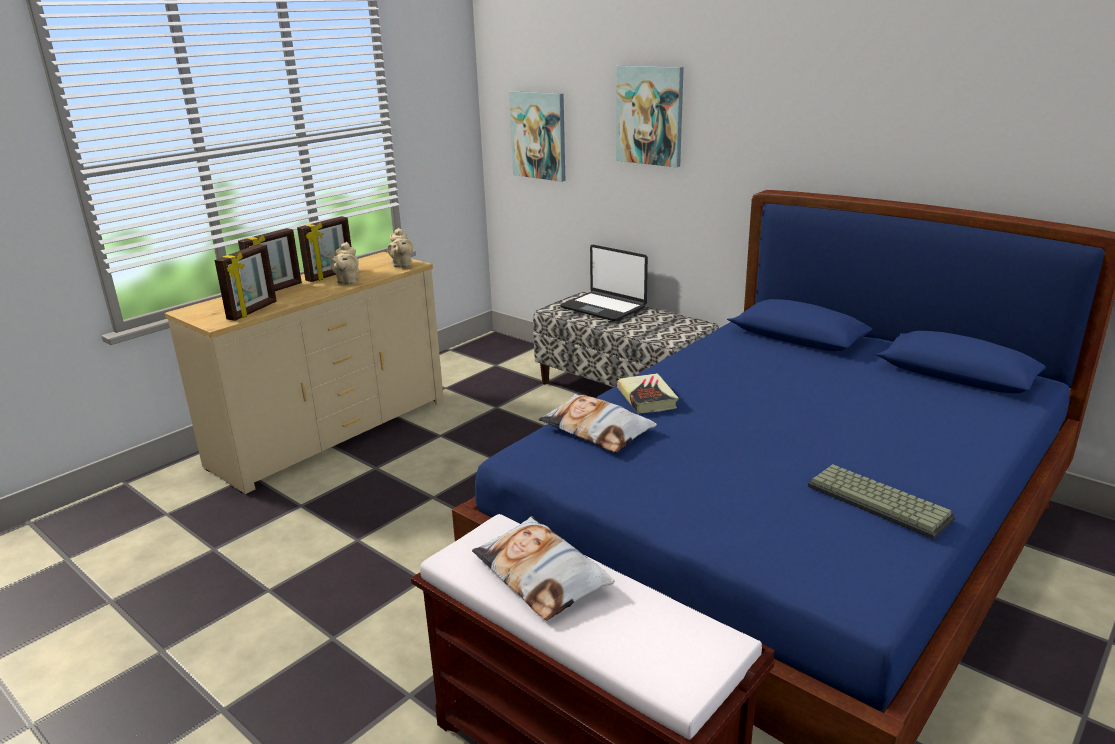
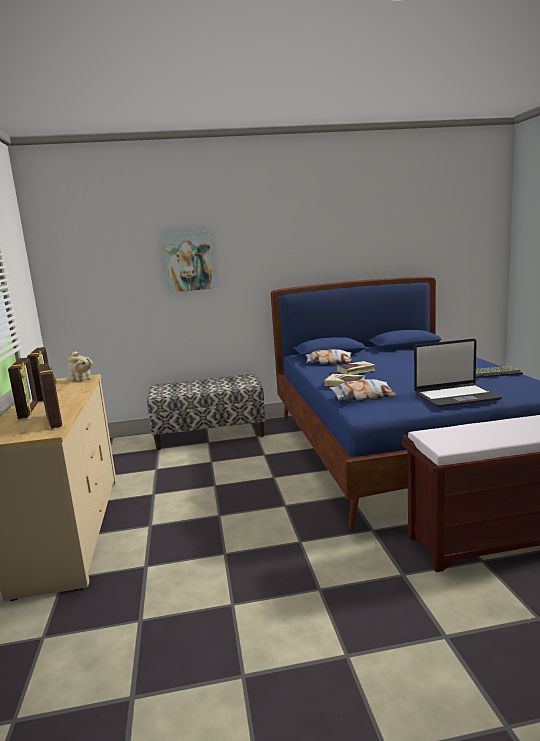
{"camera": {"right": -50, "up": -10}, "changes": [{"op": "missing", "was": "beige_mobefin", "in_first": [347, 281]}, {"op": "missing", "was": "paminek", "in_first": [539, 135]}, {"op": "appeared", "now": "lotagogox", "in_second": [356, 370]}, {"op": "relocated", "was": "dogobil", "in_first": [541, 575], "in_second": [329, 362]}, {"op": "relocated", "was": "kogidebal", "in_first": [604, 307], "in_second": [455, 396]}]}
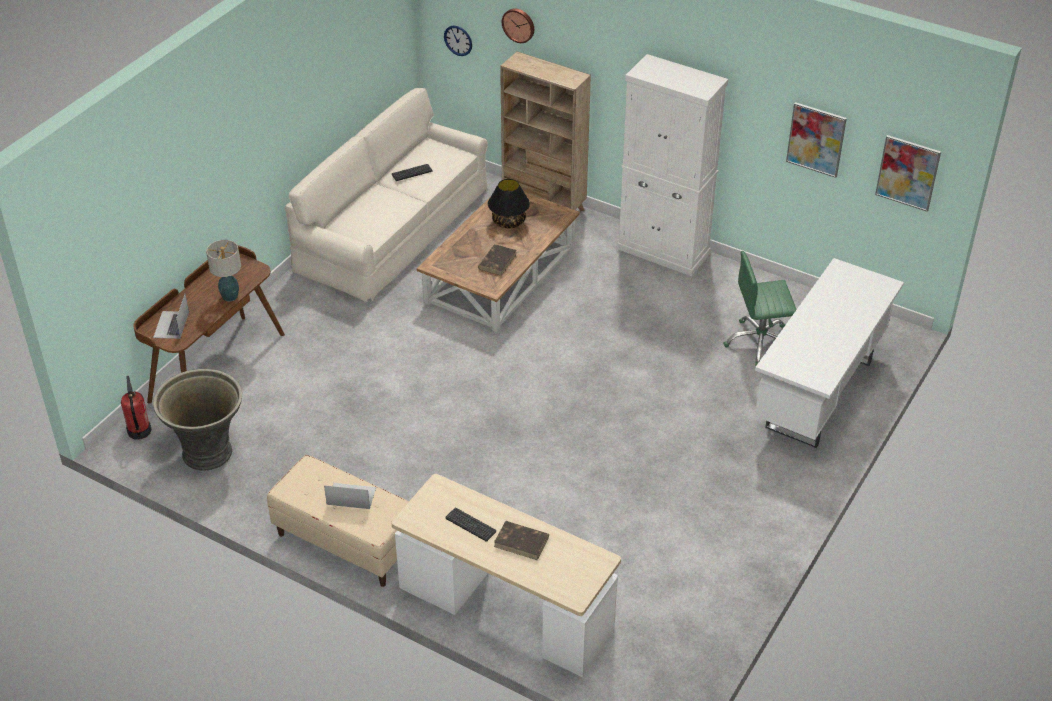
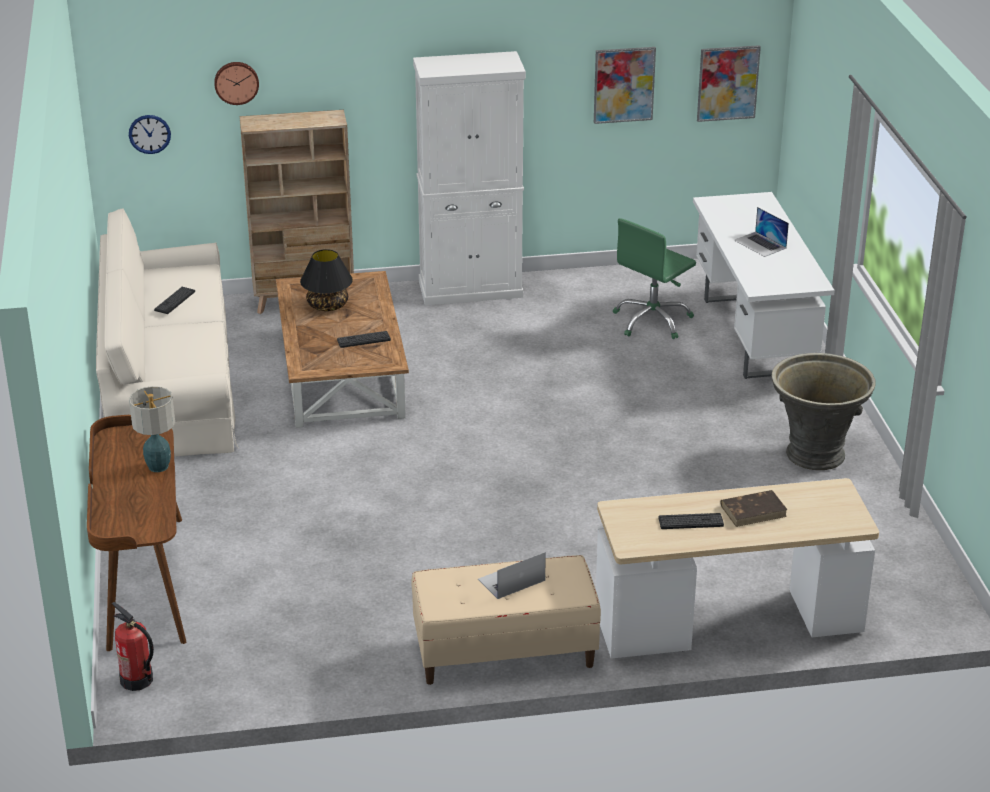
{"camera": {"right": -40, "up": -10}, "changes": [{"op": "relocated", "was": "kogidebal", "in_first": [171, 325], "in_second": [760, 244]}, {"op": "relocated", "was": "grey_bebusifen", "in_first": [208, 452], "in_second": [815, 454]}, {"op": "exchanged", "was": "brown_lotagogox", "now": "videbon", "in_first": [497, 261], "in_second": [363, 340]}]}
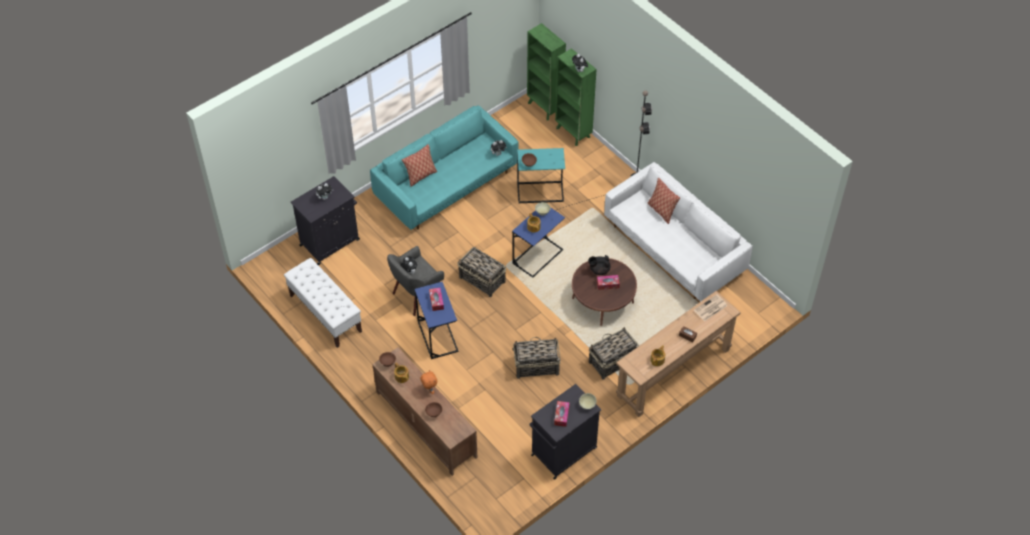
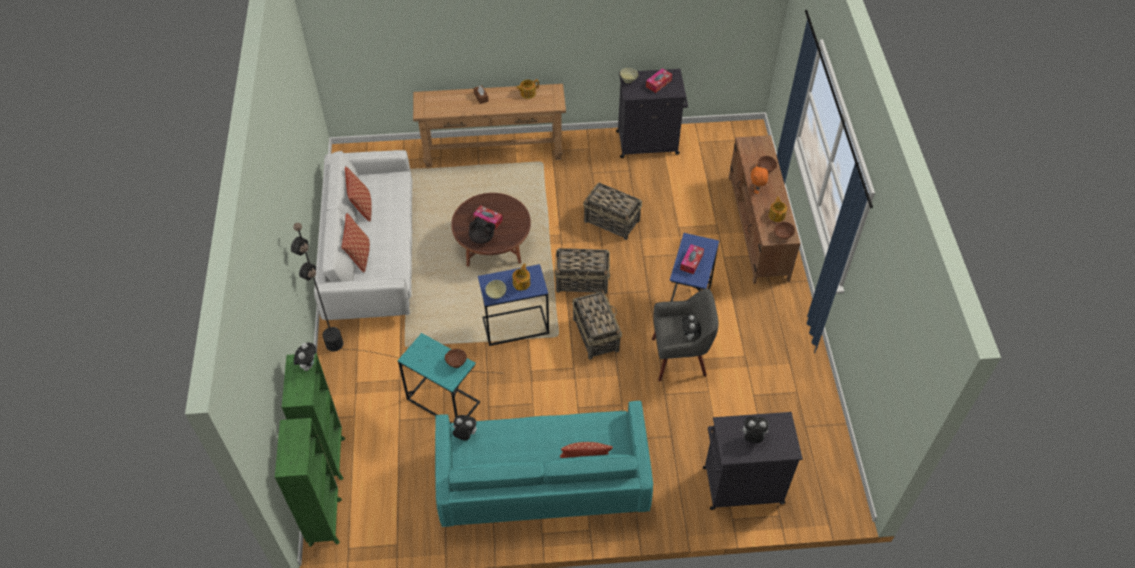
{"camera": {"right": -145, "up": 0}, "changes": [{"op": "missing", "was": "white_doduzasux", "in_first": [325, 313]}, {"op": "missing", "was": "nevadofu", "in_first": [710, 308]}, {"op": "appeared", "now": "dogobil", "in_second": [362, 207]}, {"op": "relocated", "was": "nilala", "in_first": [612, 361], "in_second": [582, 281]}]}
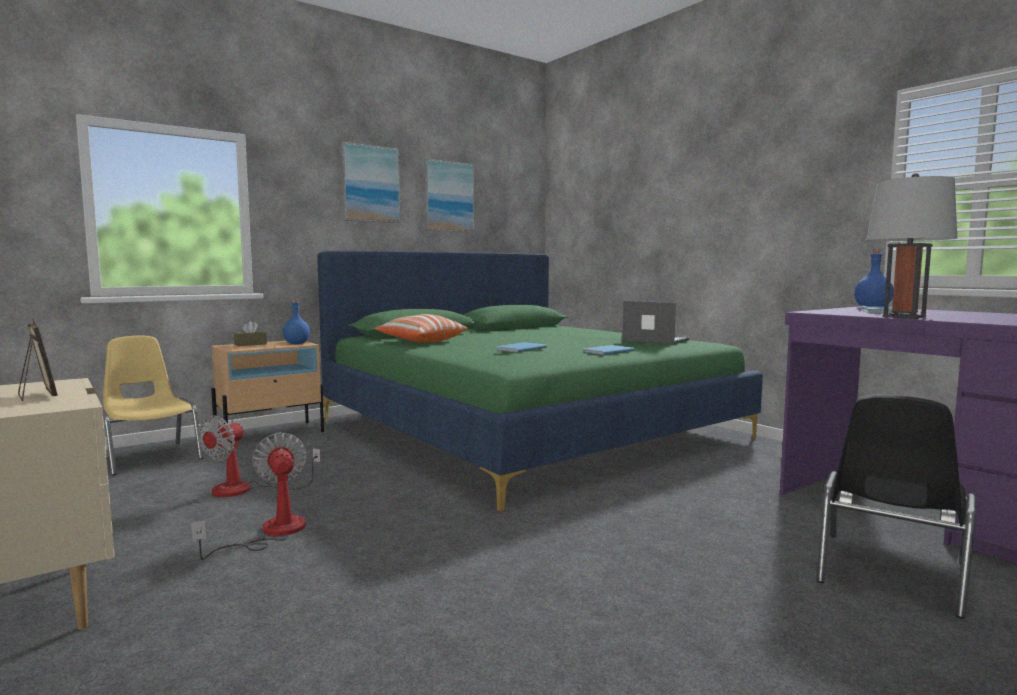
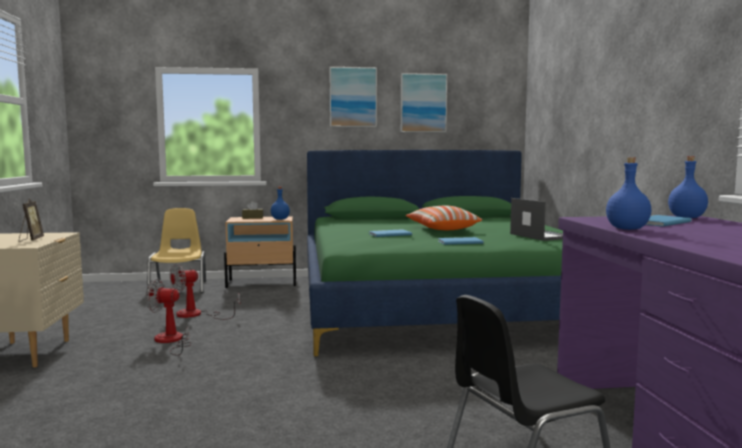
{"camera": {"right": 30, "up": 0}, "changes": [{"op": "relocated", "was": "dogobil", "in_first": [421, 341], "in_second": [442, 229]}, {"op": "exchanged", "was": "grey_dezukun", "now": "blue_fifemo", "in_first": [904, 317], "in_second": [627, 229]}, {"op": "spun", "was": "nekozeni", "in_first": [271, 533], "in_second": [171, 341], "clockwise": -90}]}
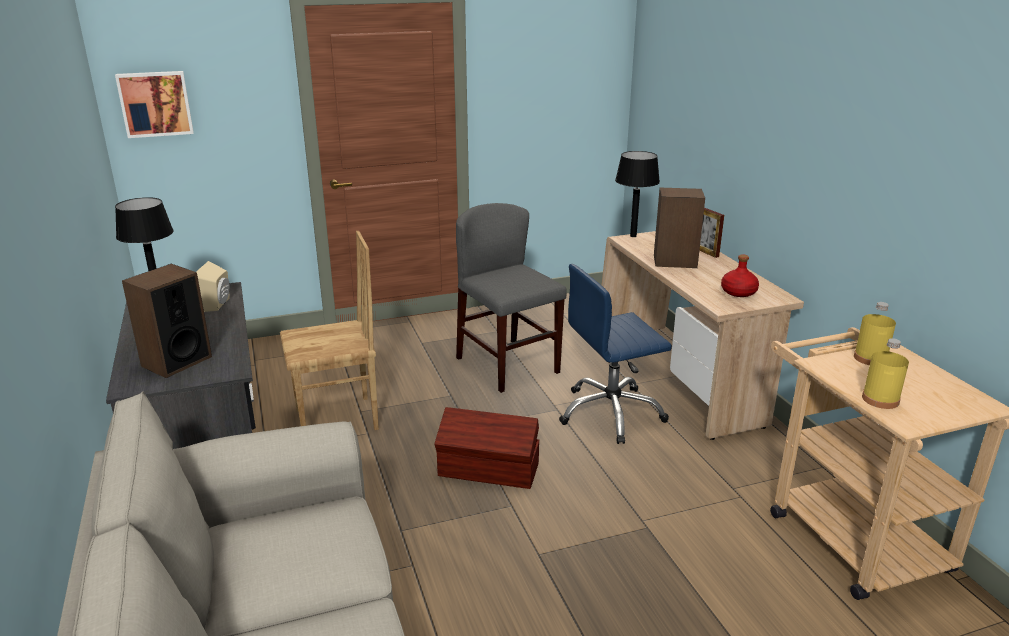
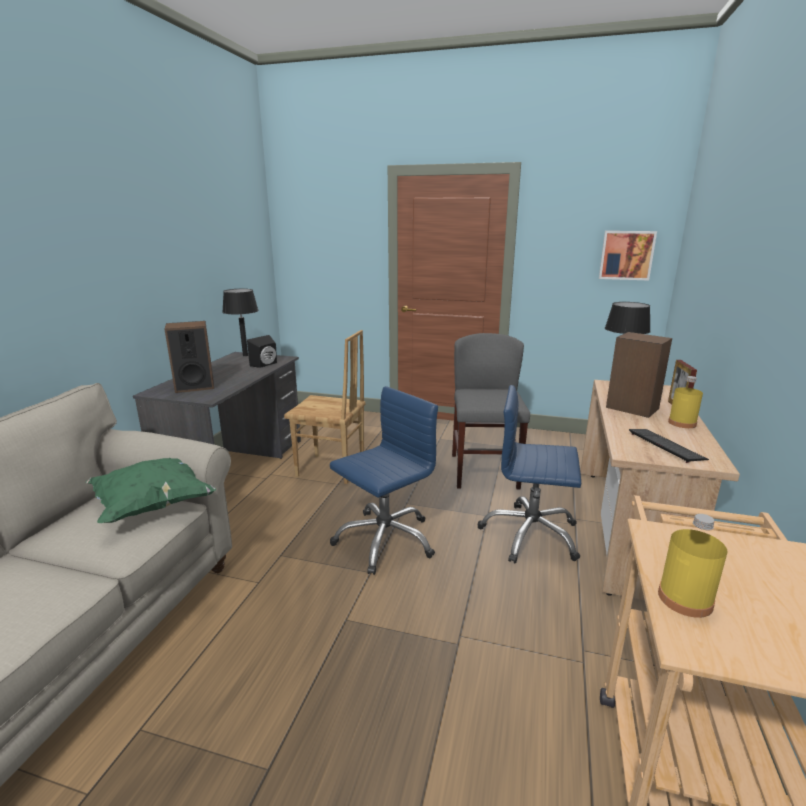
{"camera": {"right": 35, "up": -5}, "changes": [{"op": "appeared", "now": "green_dogobil", "in_second": [153, 505]}, {"op": "relocated", "was": "paminek", "in_first": [155, 103], "in_second": [626, 255]}, {"op": "relocated", "was": "yellow_fifemo", "in_first": [870, 358], "in_second": [682, 423]}, {"op": "exchanged", "was": "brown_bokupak", "now": "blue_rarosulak", "in_first": [489, 470], "in_second": [384, 540]}, {"op": "exchanged", "was": "red_fifemo", "now": "videbon", "in_first": [738, 292], "in_second": [665, 446]}, {"op": "colour", "was": "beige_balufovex", "now": "black_balufovex", "in_first": [218, 304], "in_second": [266, 365]}]}
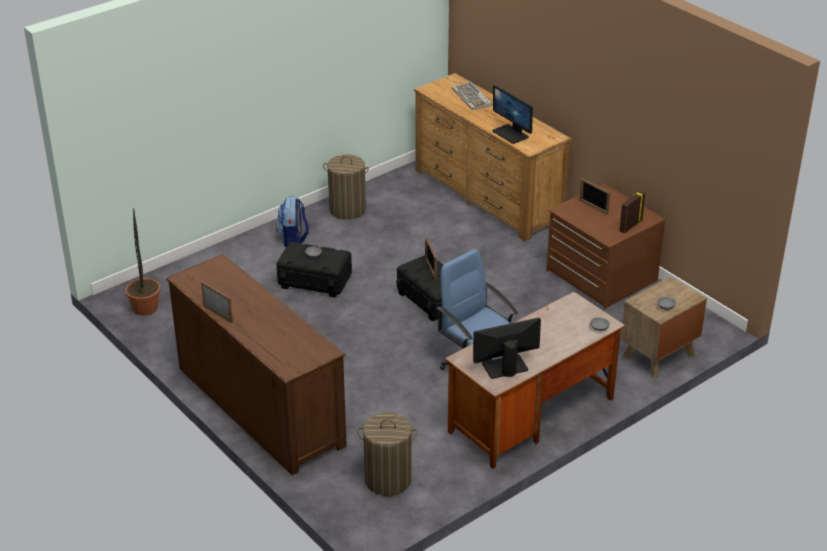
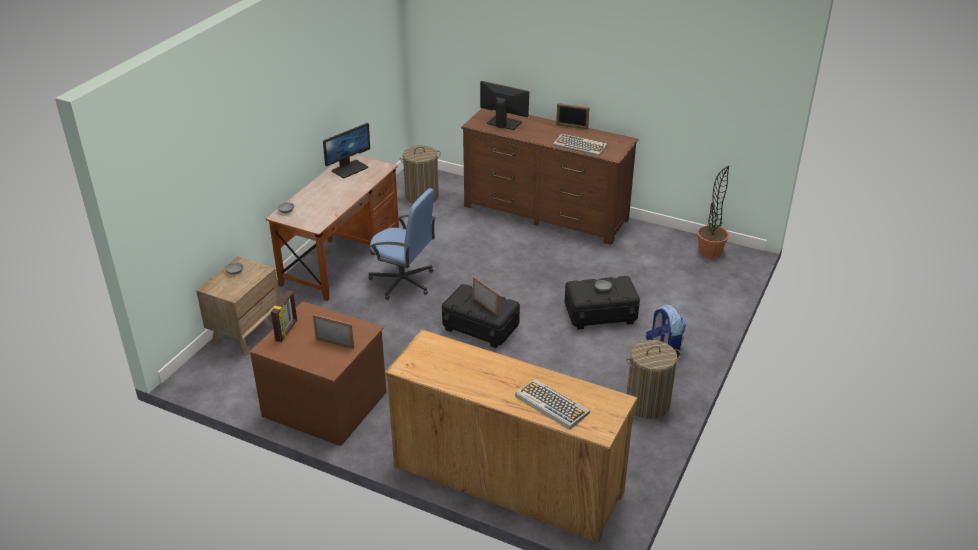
{"camera": {"right": 155, "up": 0}, "changes": [{"op": "appeared", "now": "videbon", "in_second": [580, 146]}, {"op": "relocated", "was": "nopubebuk", "in_first": [511, 134], "in_second": [503, 123]}]}
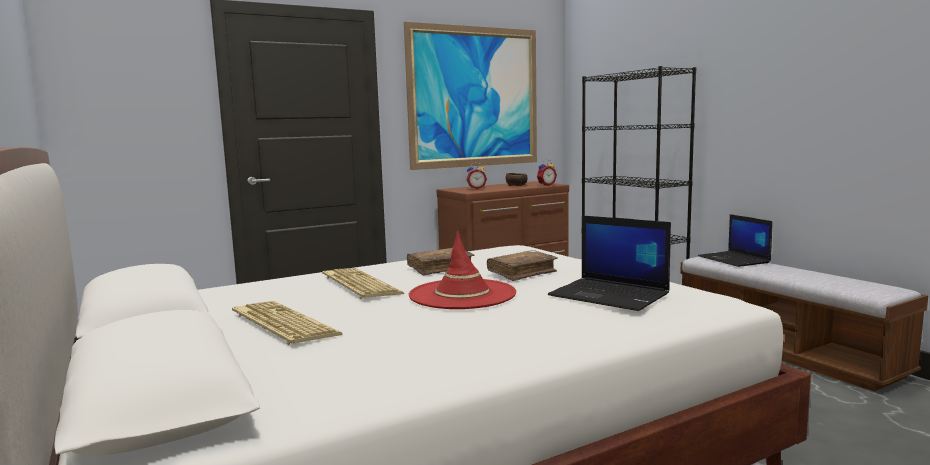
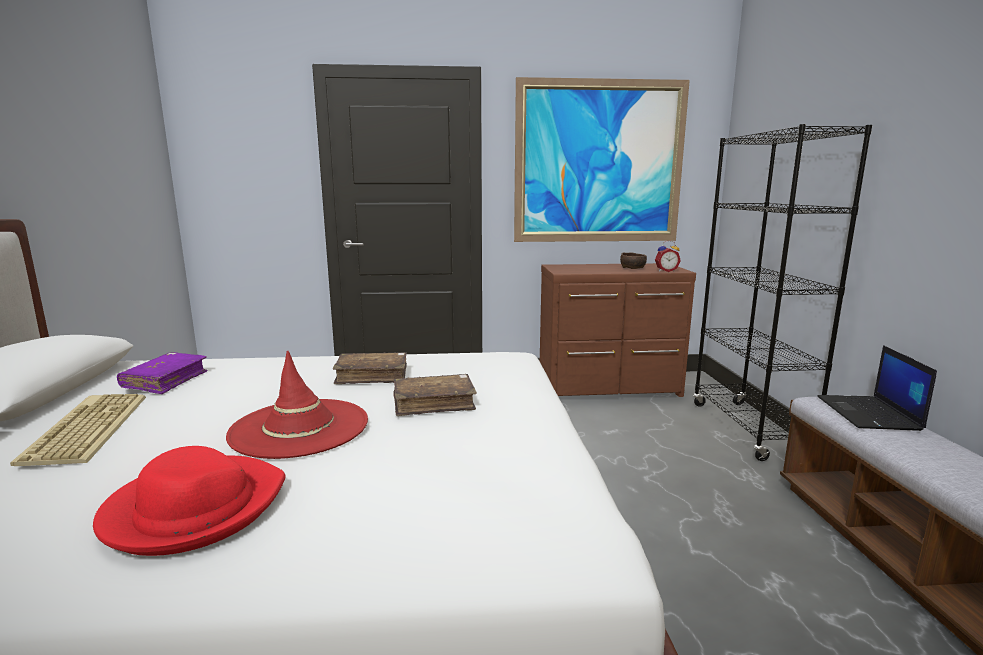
{"camera": {"right": 25, "up": 5}, "changes": [{"op": "missing", "was": "videbon", "in_first": [358, 285]}, {"op": "missing", "was": "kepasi", "in_first": [476, 188]}, {"op": "missing", "was": "kogidebal", "in_first": [610, 295]}, {"op": "appeared", "now": "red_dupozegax", "in_second": [195, 508]}, {"op": "appeared", "now": "purple_lotagogox", "in_second": [166, 381]}]}
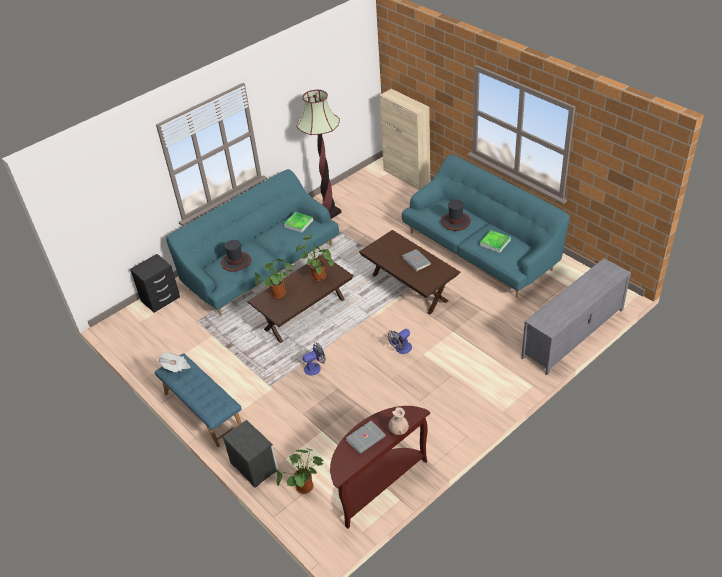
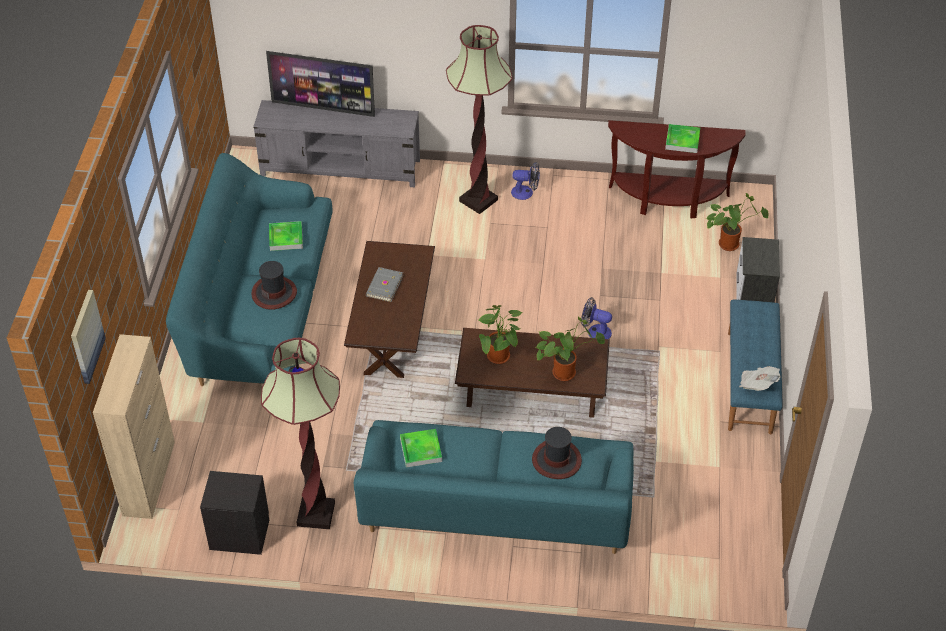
{"camera": {"right": -135, "up": 5}, "changes": [{"op": "missing", "was": "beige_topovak", "in_first": [398, 431]}, {"op": "appeared", "now": "paminek", "in_second": [86, 336]}, {"op": "appeared", "now": "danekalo", "in_second": [323, 108]}, {"op": "appeared", "now": "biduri", "in_second": [478, 200]}, {"op": "relocated", "was": "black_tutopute", "in_first": [160, 299], "in_second": [239, 534]}, {"op": "relocated", "was": "nekozeni", "in_first": [401, 349], "in_second": [526, 192]}, {"op": "exchanged", "was": "grey_lotagogox", "now": "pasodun", "in_first": [366, 439], "in_second": [682, 140]}]}
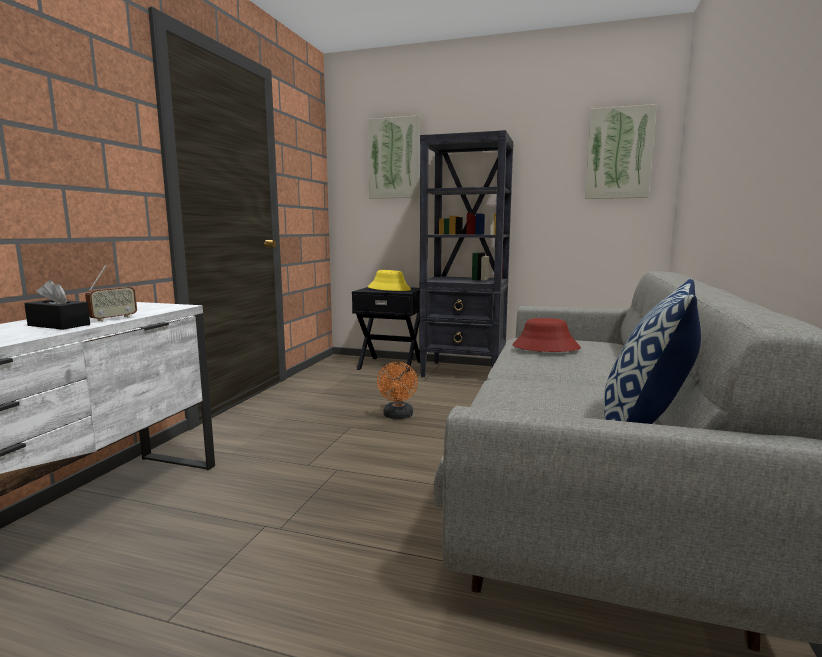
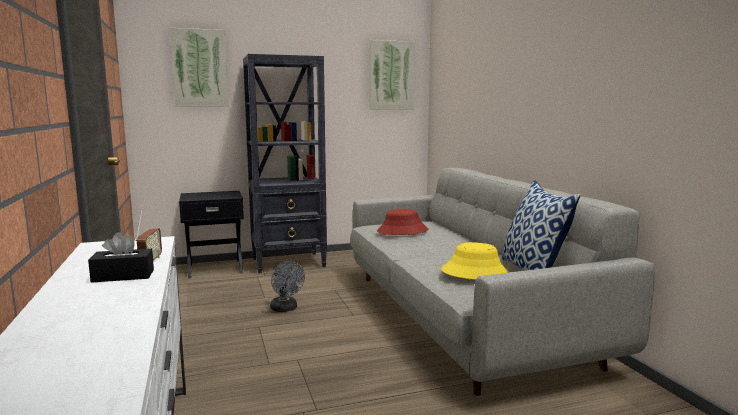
{"camera": {"right": -35, "up": 0}, "changes": [{"op": "relocated", "was": "yellow_dupozegax", "in_first": [389, 289], "in_second": [474, 272]}, {"op": "colour", "was": "orange_nekozeni", "now": "grey_nekozeni", "in_first": [398, 416], "in_second": [286, 309]}]}
